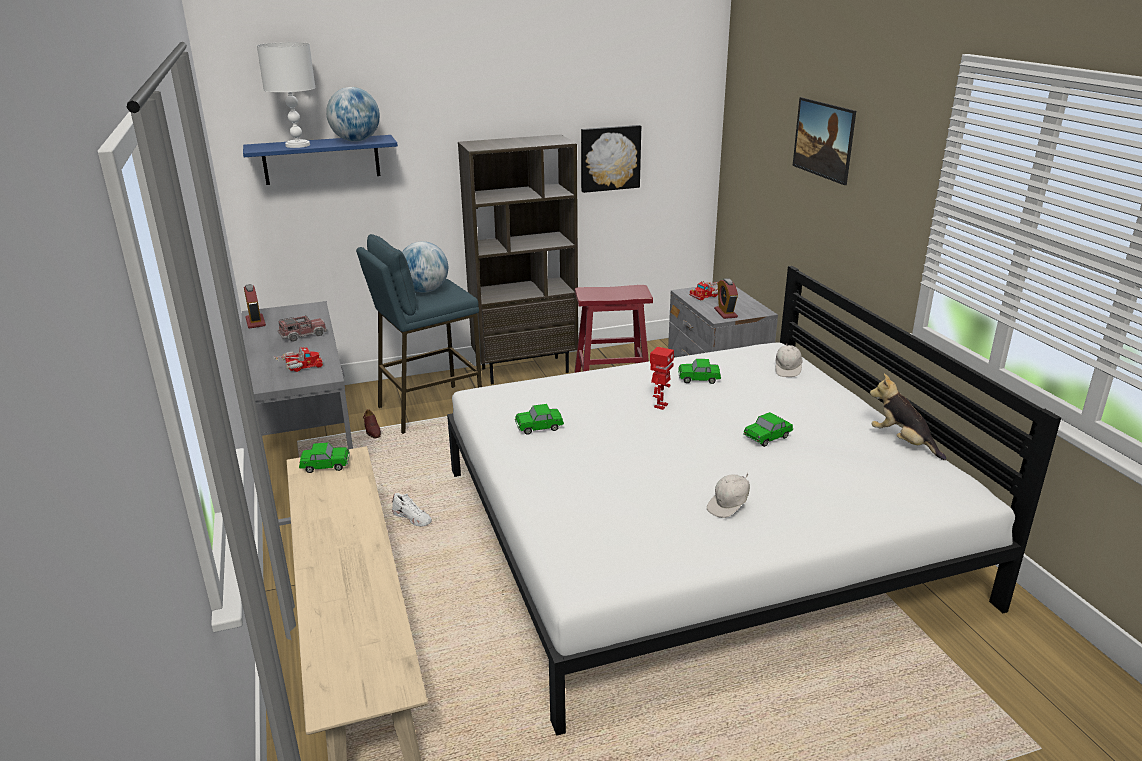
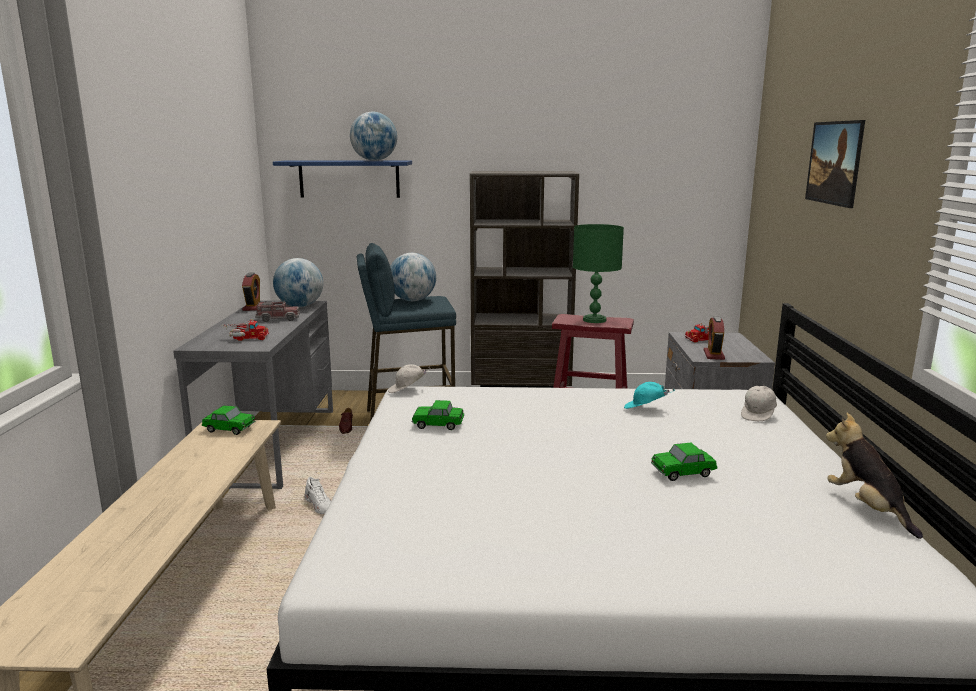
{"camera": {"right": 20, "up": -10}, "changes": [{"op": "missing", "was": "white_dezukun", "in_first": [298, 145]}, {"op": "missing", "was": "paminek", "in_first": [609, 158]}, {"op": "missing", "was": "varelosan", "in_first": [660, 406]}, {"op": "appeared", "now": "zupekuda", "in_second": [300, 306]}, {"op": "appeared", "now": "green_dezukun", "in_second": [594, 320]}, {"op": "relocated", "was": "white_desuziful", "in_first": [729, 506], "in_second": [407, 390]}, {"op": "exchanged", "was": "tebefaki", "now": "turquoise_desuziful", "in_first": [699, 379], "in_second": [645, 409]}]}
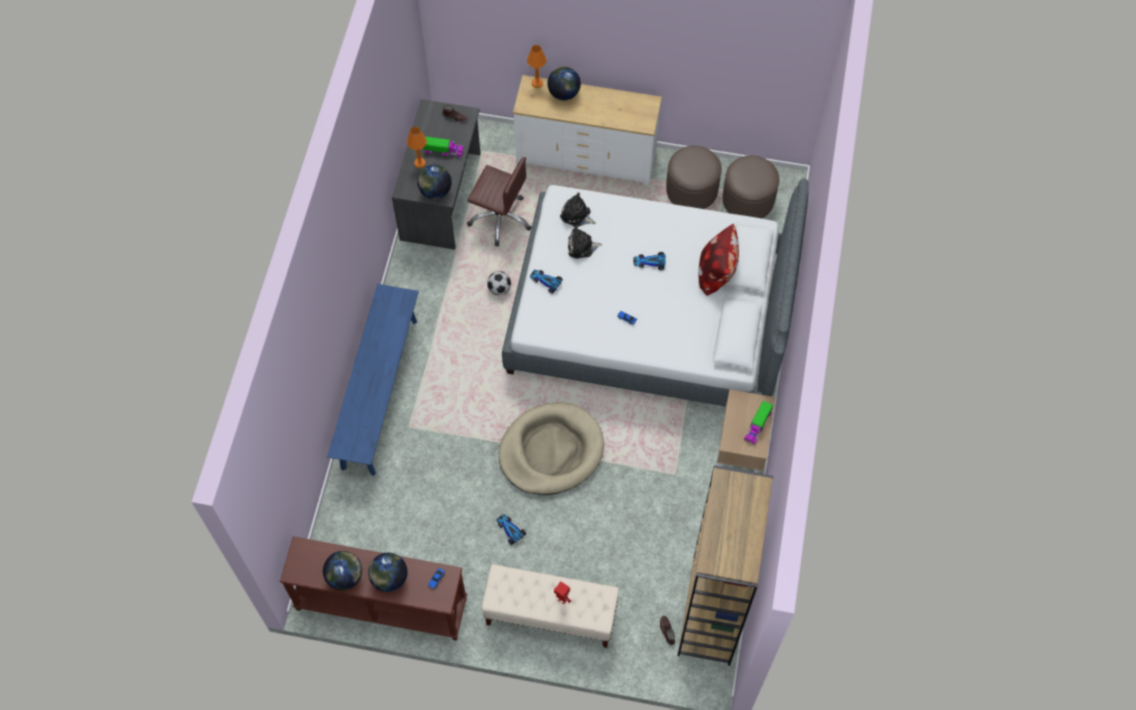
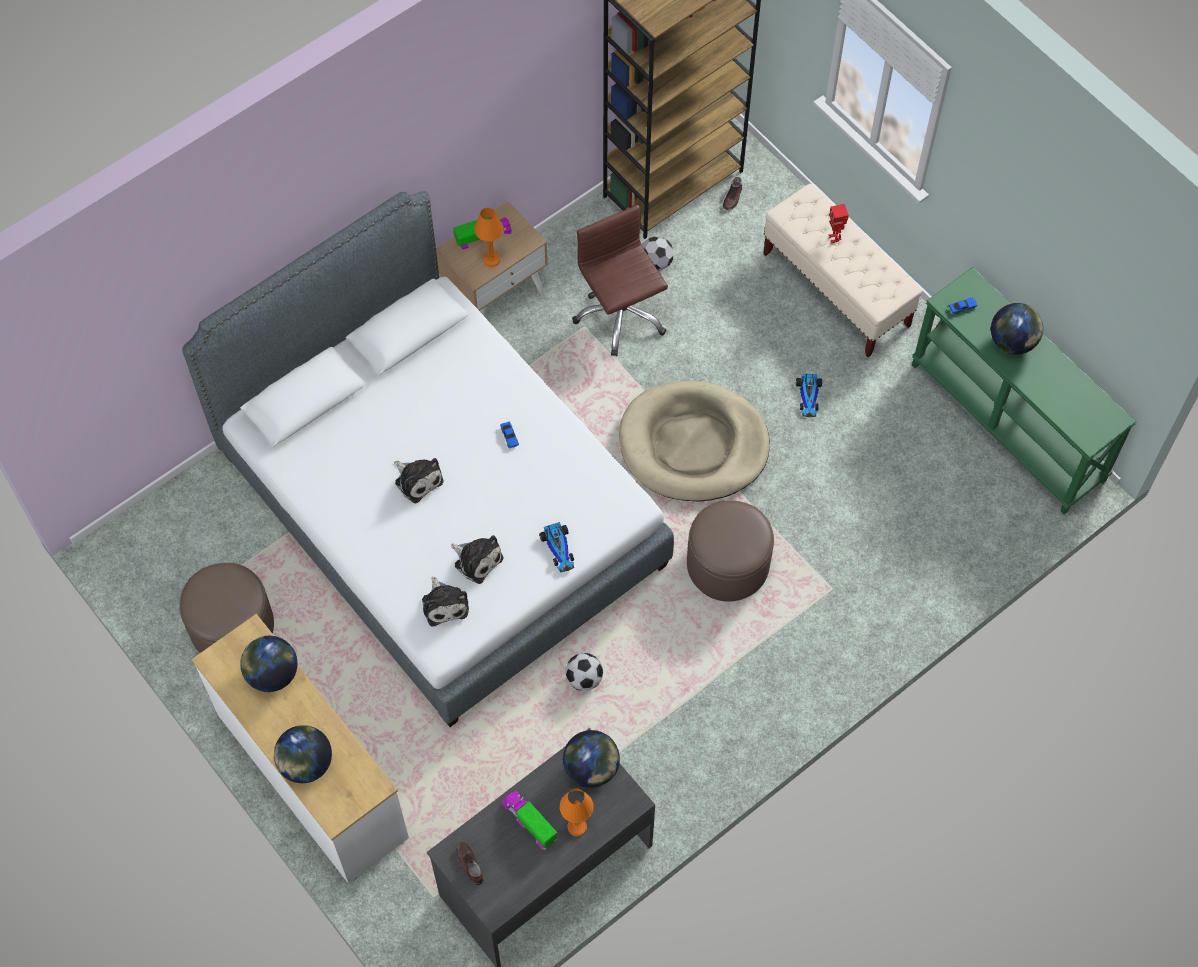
{"camera": {"right": -140, "up": 0}, "changes": [{"op": "missing", "was": "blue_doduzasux", "in_first": [379, 393]}, {"op": "missing", "was": "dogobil", "in_first": [716, 272]}, {"op": "appeared", "now": "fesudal", "in_second": [656, 262]}, {"op": "relocated", "was": "zupekuda", "in_first": [345, 576], "in_second": [272, 674]}, {"op": "relocated", "was": "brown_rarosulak", "in_first": [500, 218], "in_second": [620, 315]}, {"op": "relocated", "was": "orange_dezukun", "in_first": [537, 83], "in_second": [491, 260]}, {"op": "relocated", "was": "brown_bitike", "in_first": [748, 199], "in_second": [727, 564]}, {"op": "exchanged", "was": "tebefaki", "now": "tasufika", "in_first": [650, 262], "in_second": [417, 480]}, {"op": "colour", "was": "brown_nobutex", "now": "green_nobutex", "in_first": [381, 605], "in_second": [1009, 422]}]}
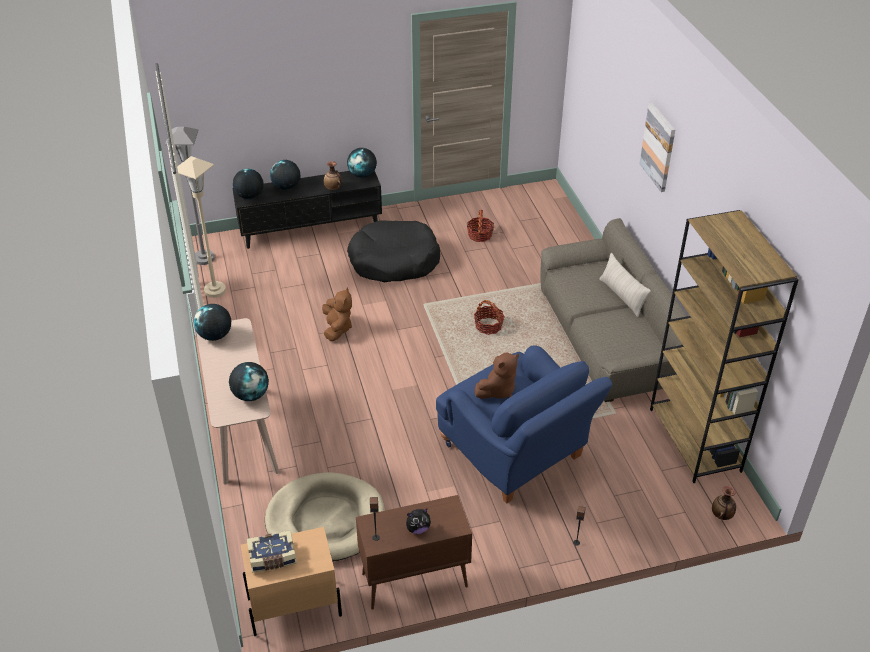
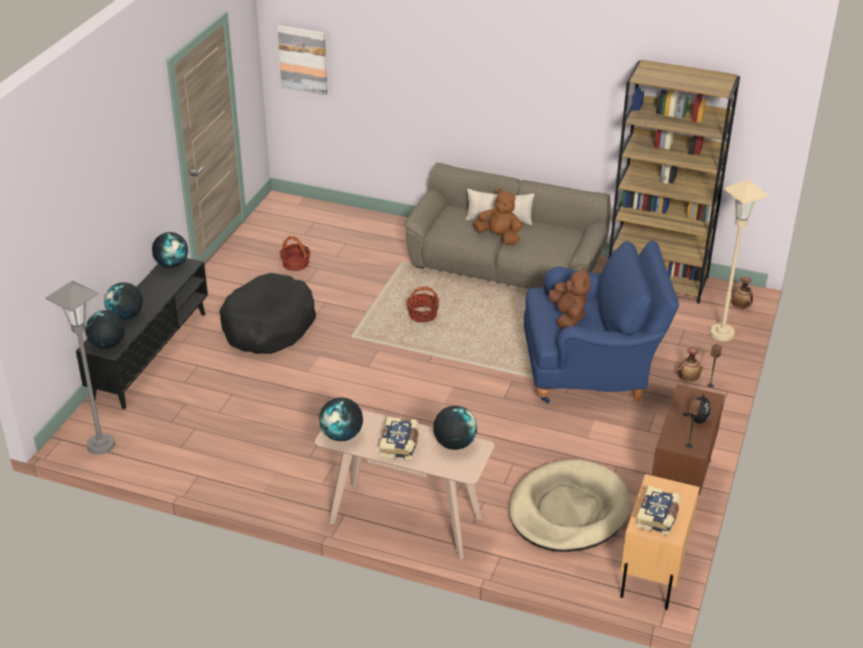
{"camera": {"right": -55, "up": -5}, "changes": [{"op": "appeared", "now": "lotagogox", "in_second": [400, 445]}, {"op": "relocated", "was": "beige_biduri", "in_first": [215, 290], "in_second": [722, 334]}, {"op": "relocated", "was": "brown_tasufika", "in_first": [337, 328], "in_second": [499, 237]}, {"op": "relocated", "was": "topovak", "in_first": [333, 188], "in_second": [688, 379]}, {"op": "relocated", "was": "paminek", "in_first": [658, 147], "in_second": [303, 59]}]}
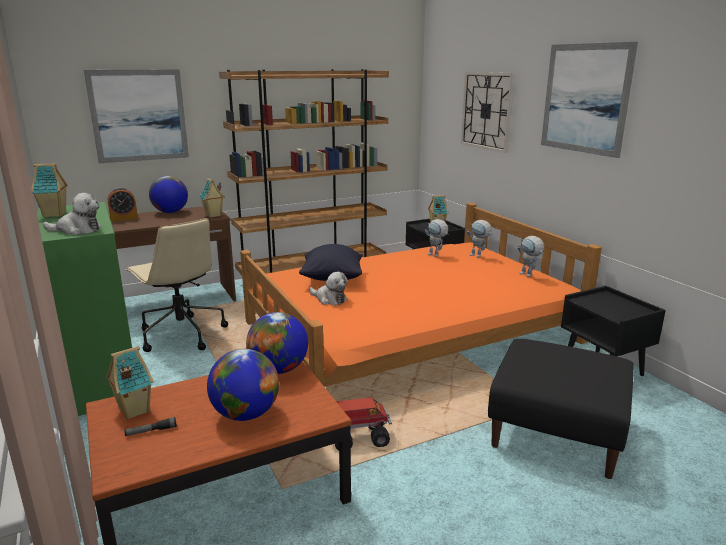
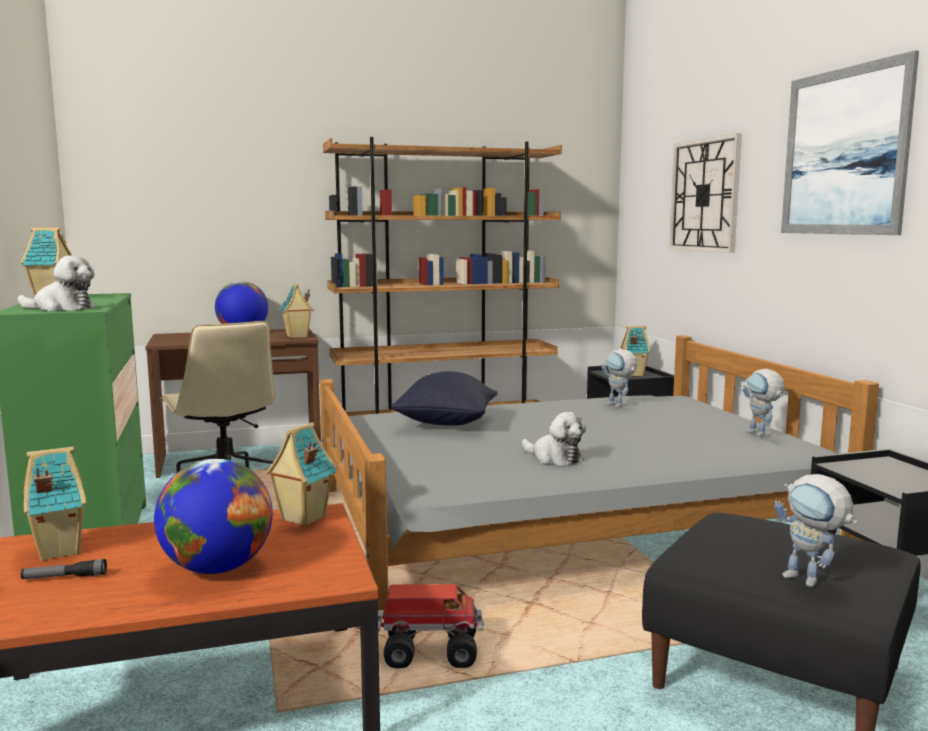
{"camera": {"right": 10, "up": -10}, "changes": [{"op": "missing", "was": "paminek", "in_first": [139, 116]}, {"op": "missing", "was": "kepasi", "in_first": [124, 218]}, {"op": "relocated", "was": "tasufika", "in_first": [329, 299], "in_second": [554, 458]}, {"op": "relocated", "was": "varelosan", "in_first": [478, 256], "in_second": [811, 582]}, {"op": "exchanged", "was": "zupekuda", "now": "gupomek", "in_first": [279, 369], "in_second": [302, 519]}, {"op": "colour", "was": "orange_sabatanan", "now": "grey_sabatanan", "in_first": [409, 332], "in_second": [564, 517]}]}
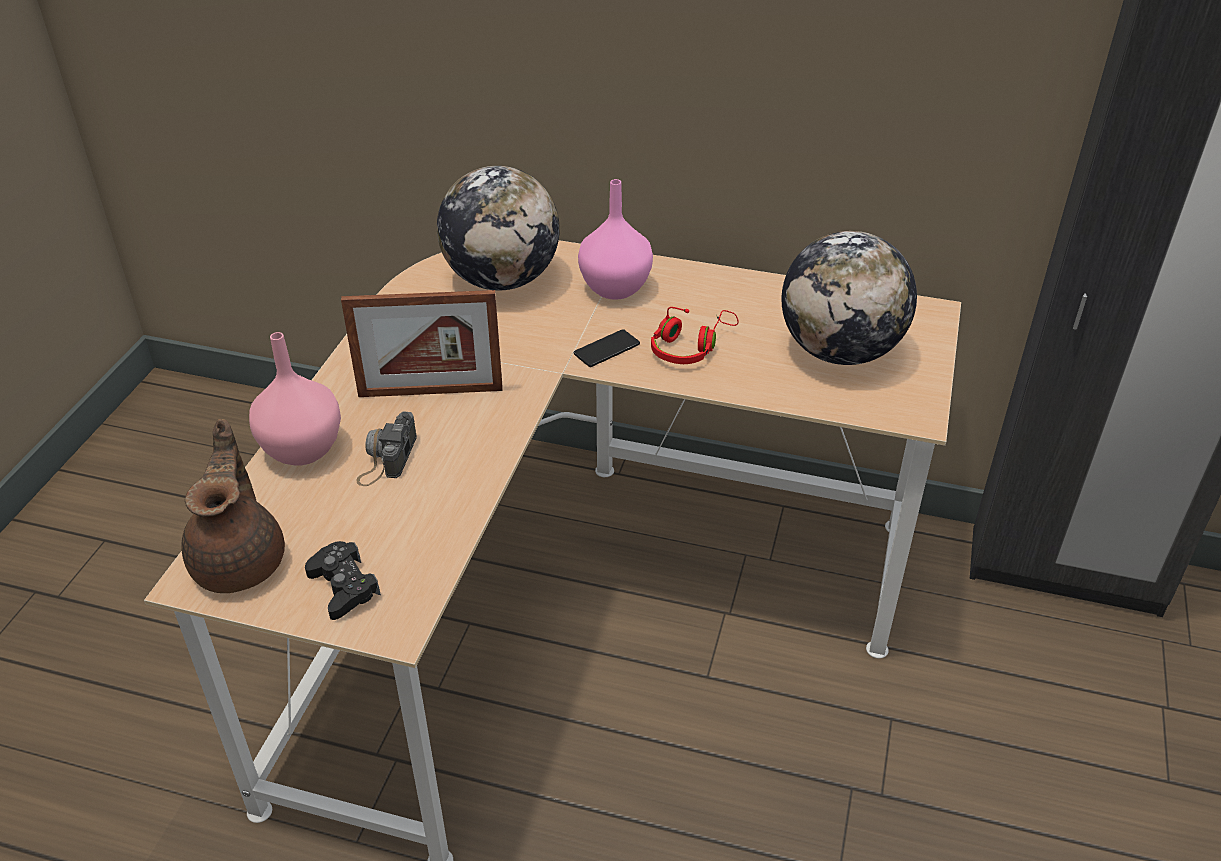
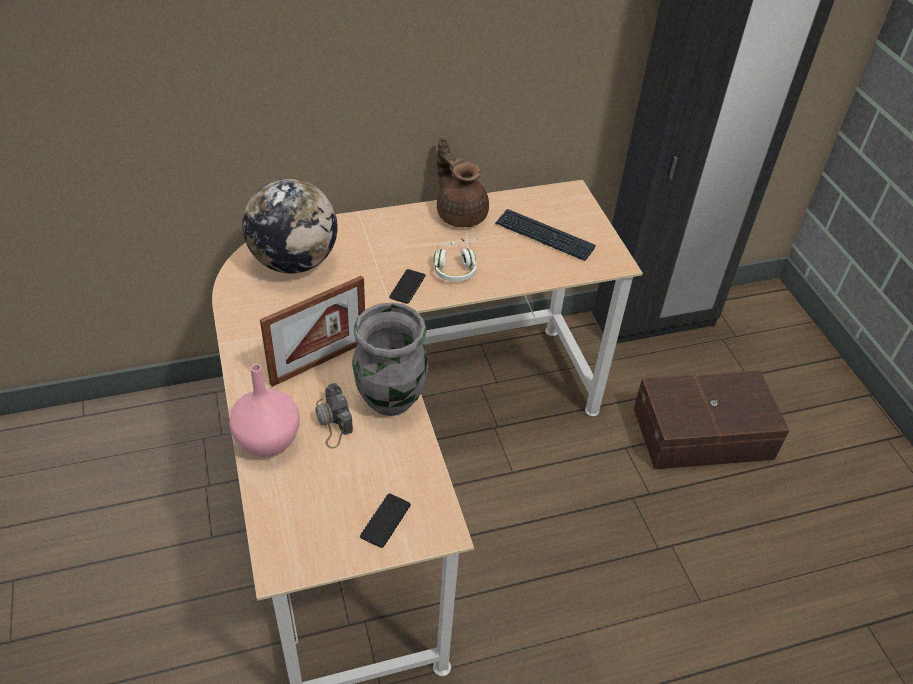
{"camera": {"right": -35, "up": 5}, "changes": [{"op": "missing", "was": "pink_topovak", "in_first": [616, 288]}, {"op": "appeared", "now": "grey_topovak", "in_second": [390, 401]}, {"op": "appeared", "now": "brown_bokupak", "in_second": [704, 434]}, {"op": "relocated", "was": "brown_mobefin", "in_first": [241, 560], "in_second": [460, 213]}, {"op": "exchanged", "was": "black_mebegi", "now": "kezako", "in_first": [344, 586], "in_second": [385, 521]}, {"op": "exchanged", "was": "zupekuda", "now": "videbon", "in_first": [840, 351], "in_second": [544, 236]}, {"op": "colour", "was": "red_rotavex", "now": "white_rotavex", "in_first": [690, 347], "in_second": [456, 266]}]}
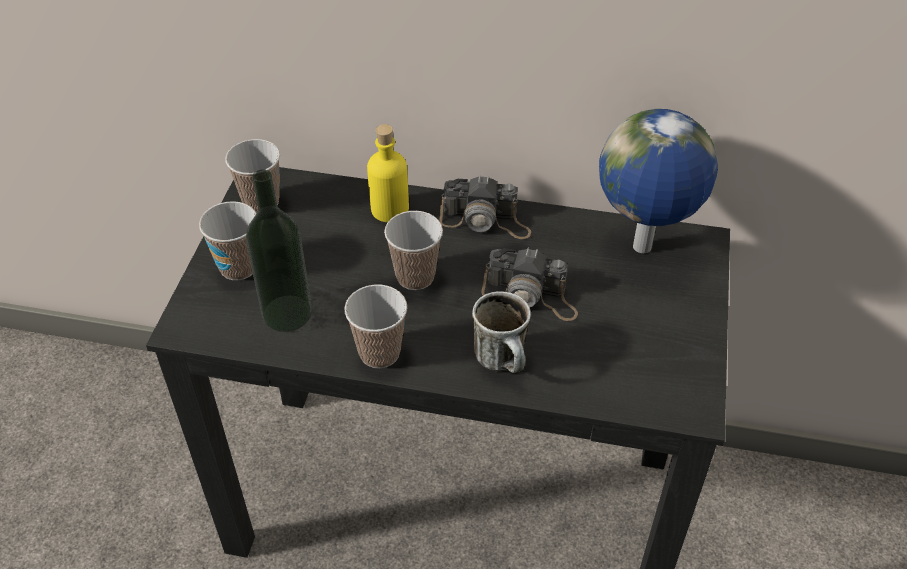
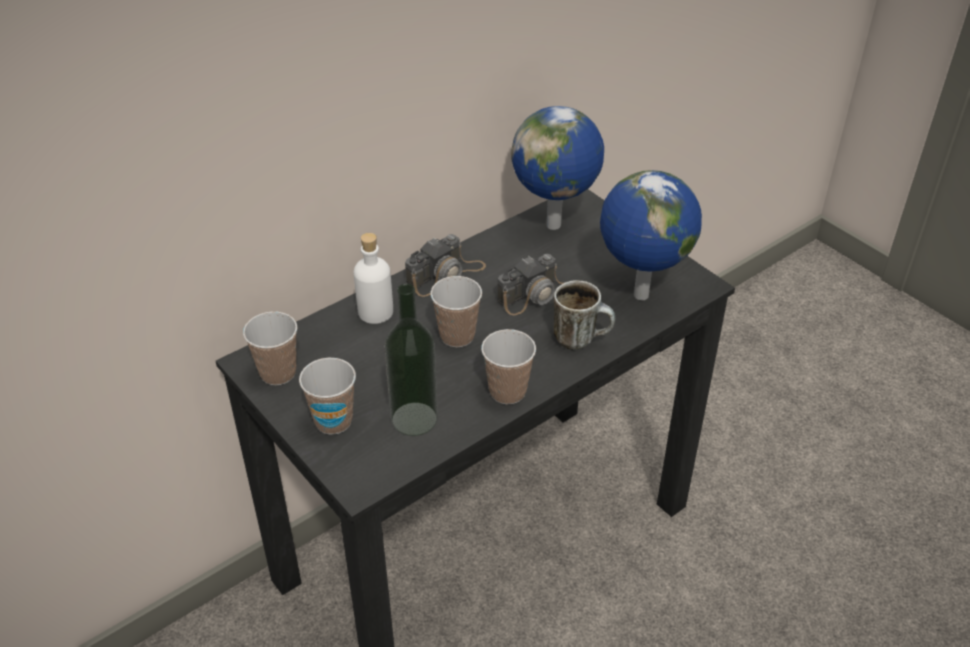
{"camera": {"right": -50, "up": -5}, "changes": [{"op": "appeared", "now": "zupekuda", "in_second": [639, 295]}, {"op": "colour", "was": "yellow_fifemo", "now": "white_fifemo", "in_first": [389, 209], "in_second": [375, 312]}]}
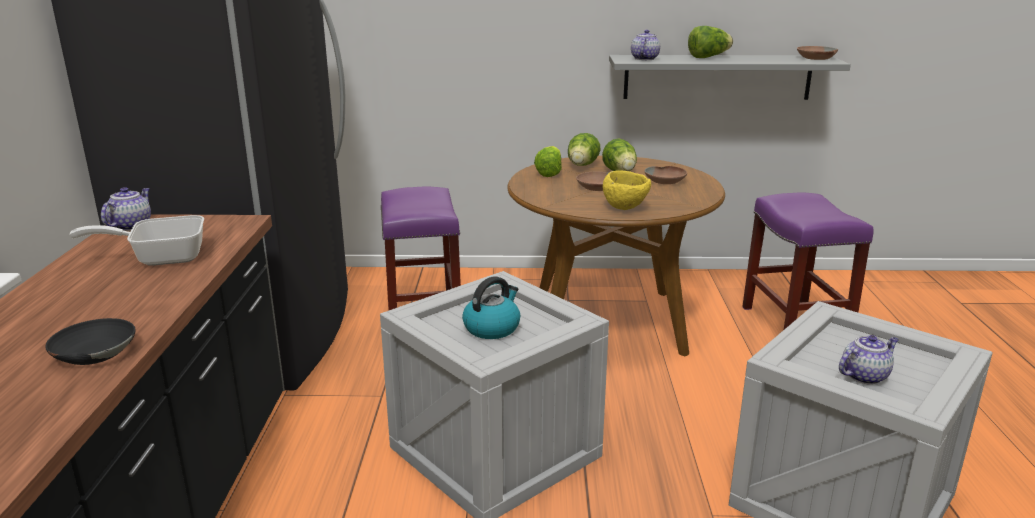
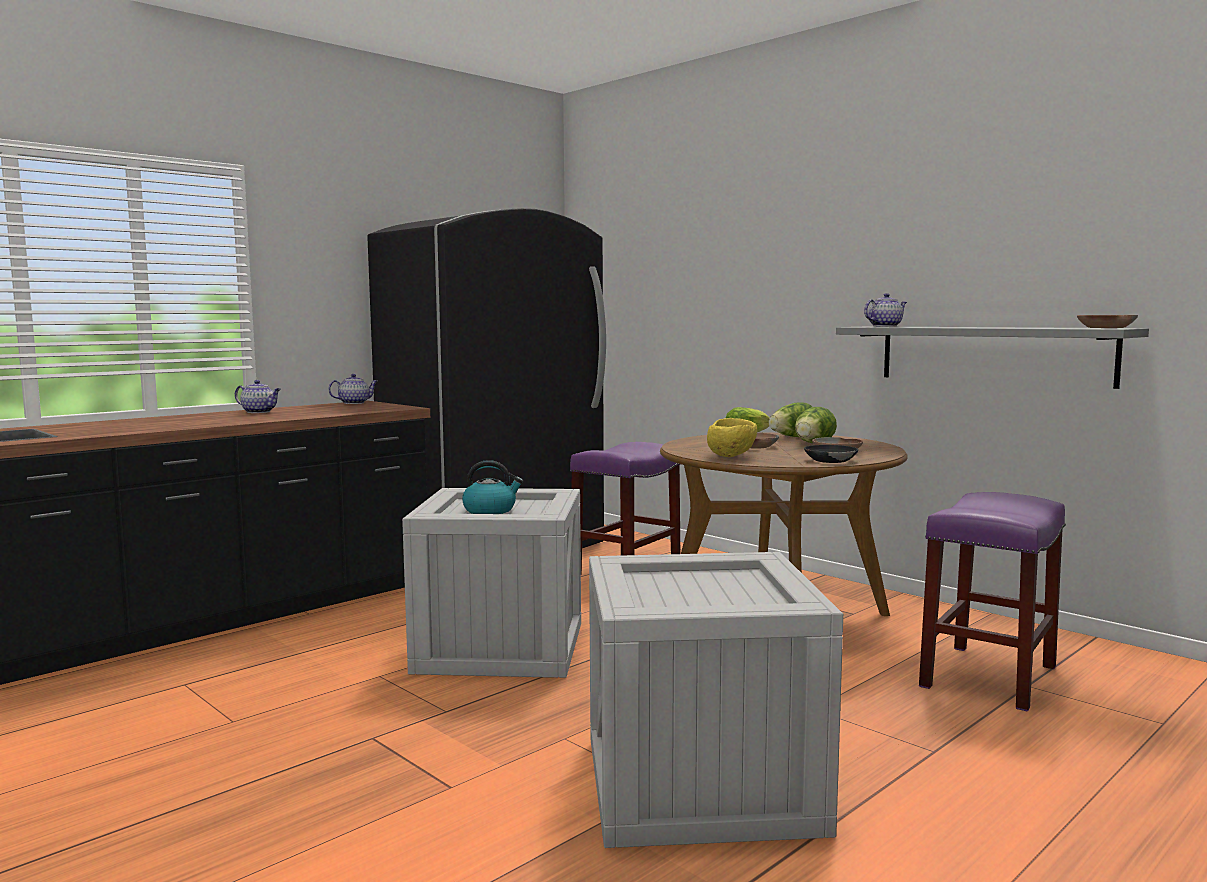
{"camera": {"right": 45, "up": -15}, "changes": [{"op": "missing", "was": "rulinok", "in_first": [160, 257]}, {"op": "missing", "was": "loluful", "in_first": [708, 57]}, {"op": "relocated", "was": "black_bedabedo", "in_first": [93, 352], "in_second": [829, 460]}, {"op": "relocated", "was": "mobefin", "in_first": [864, 375], "in_second": [259, 412]}]}
